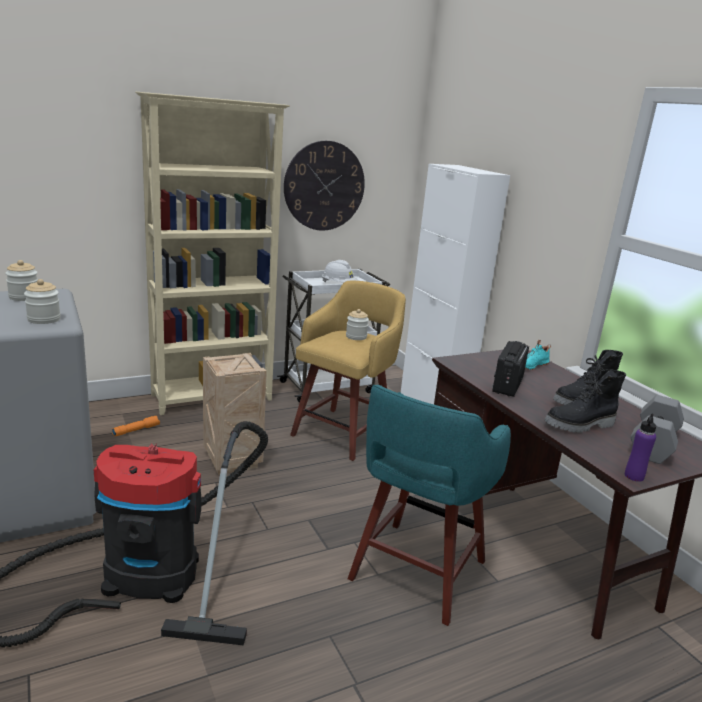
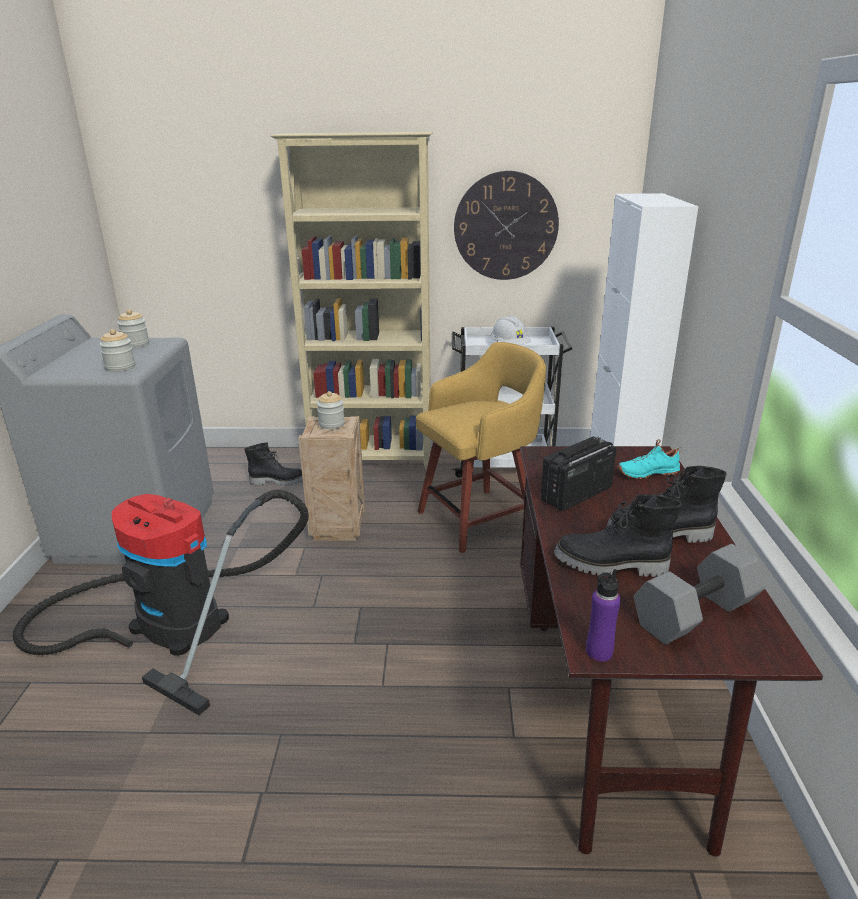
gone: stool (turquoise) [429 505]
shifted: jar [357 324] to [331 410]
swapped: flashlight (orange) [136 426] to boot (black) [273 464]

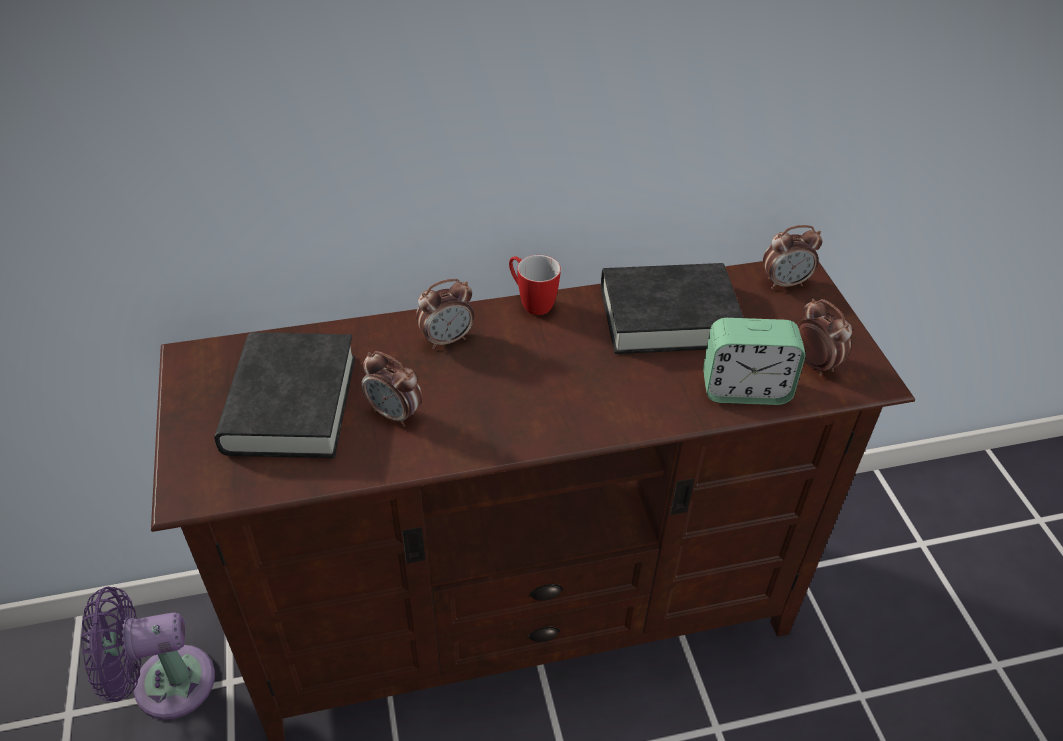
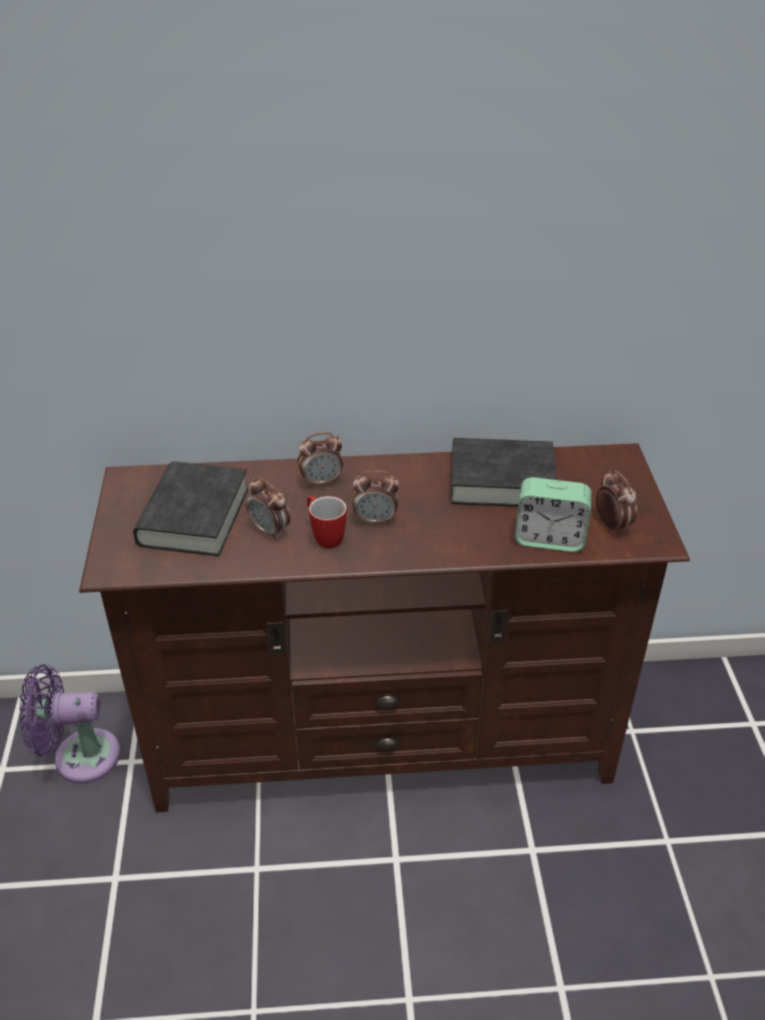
shifted: alarm clock [793 257] to [375 497]; mug [535 285] to [327 522]

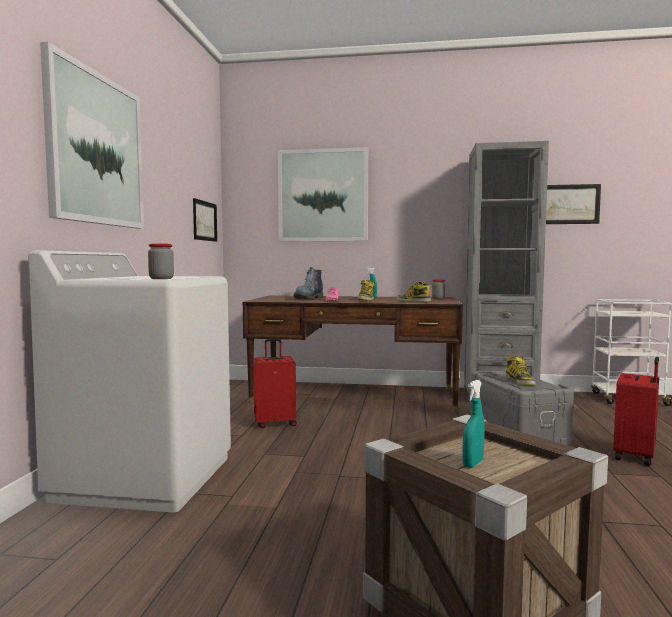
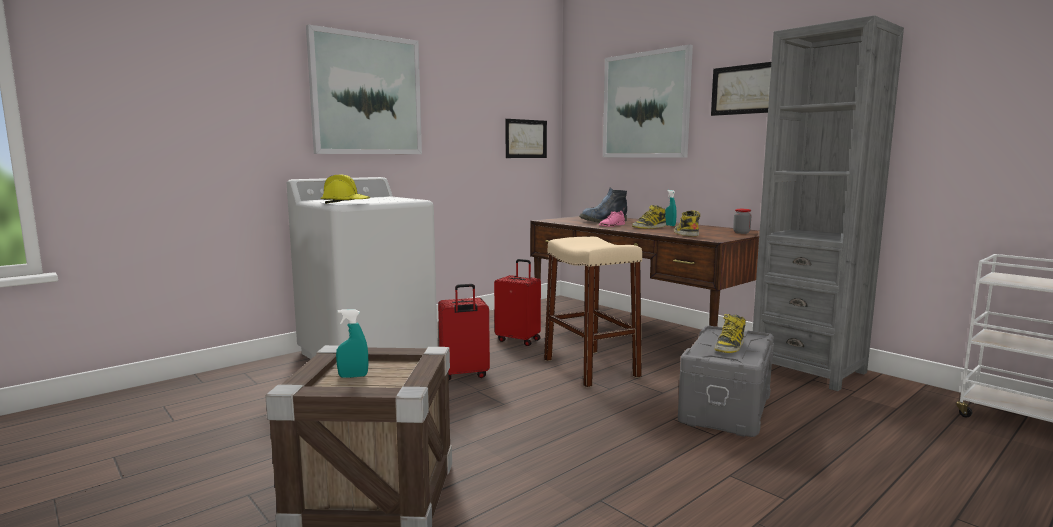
new: stool (beige) [593 312]
shifted: picture [573 204] to [741 89]; suitcase (red) [636 411] to [464 332]
swapped: jar [161 261] to hard hat (yellow) [345 189]

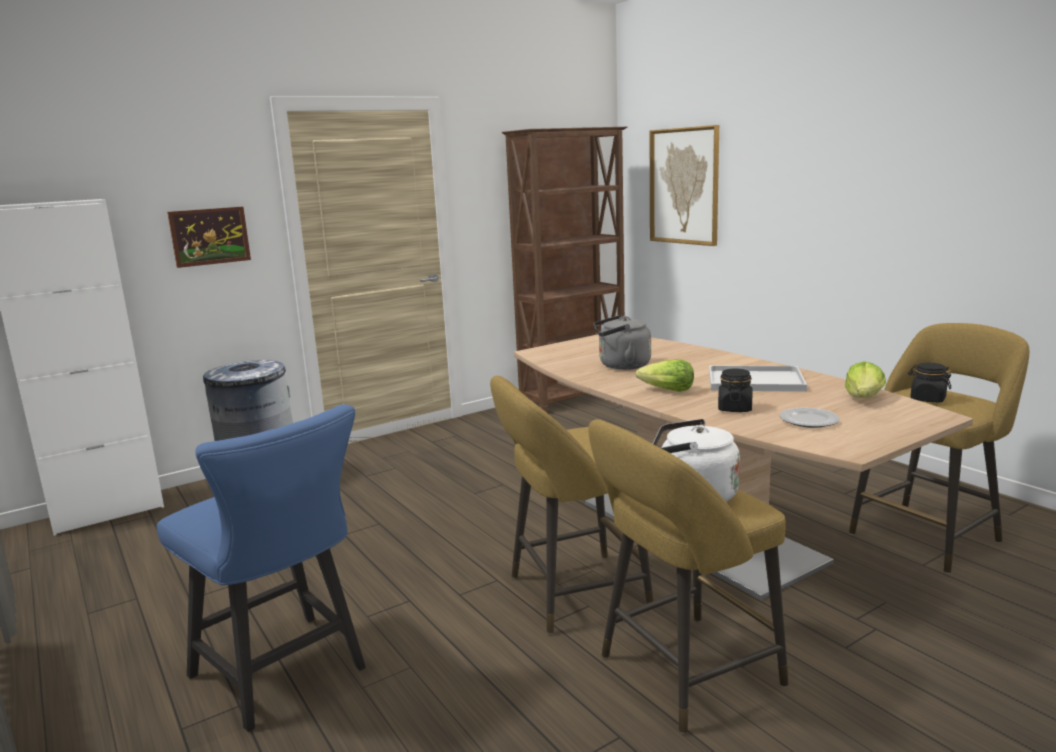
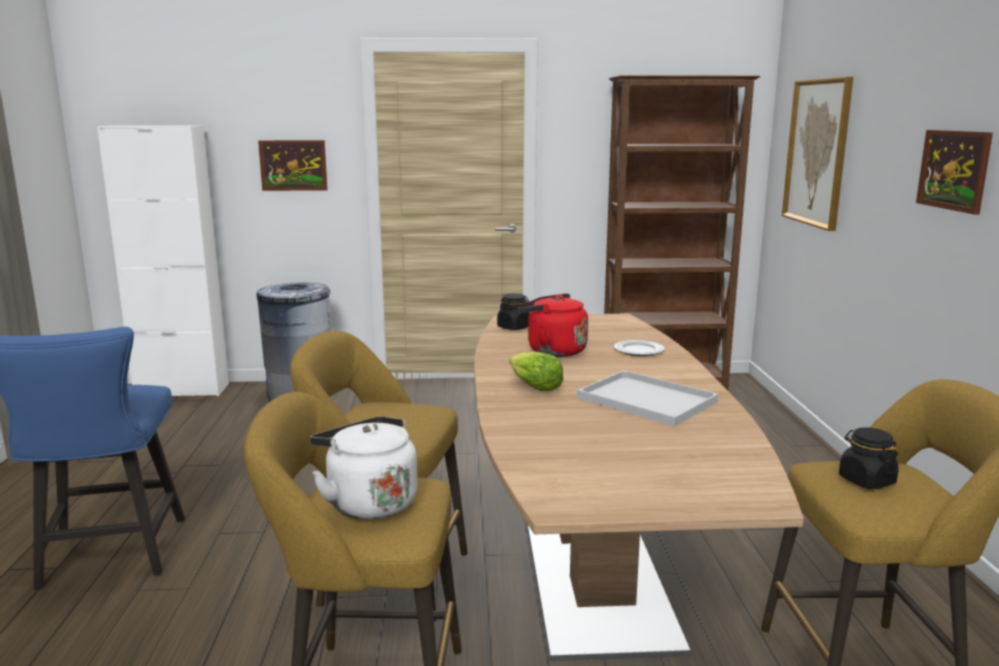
gone: lettuce [865 379]
new: picture [954 172]
shifted: jar (black) [735 390] to [513 312]; plate [810 418] to [639 348]
repainted: kettle (grey) [622 342] to kettle (red) [553 325]

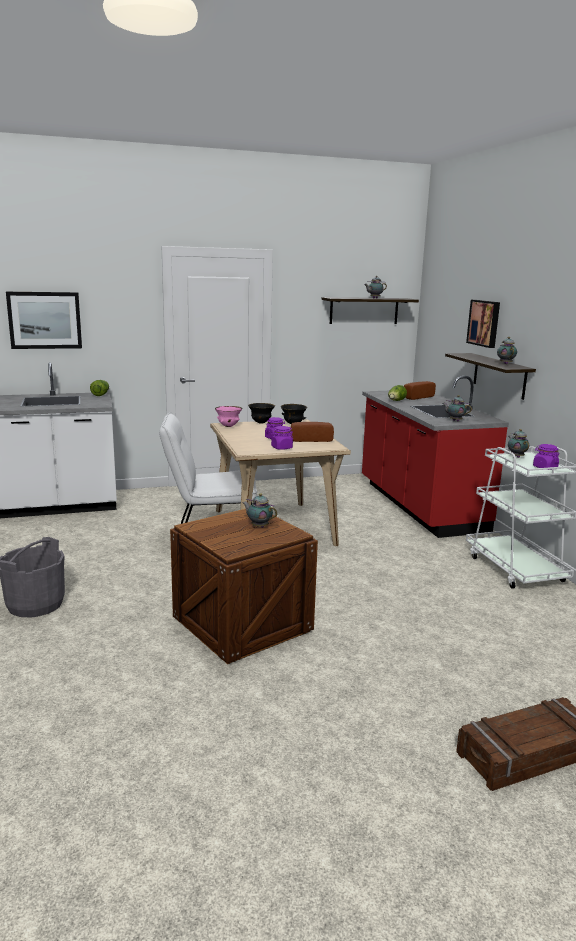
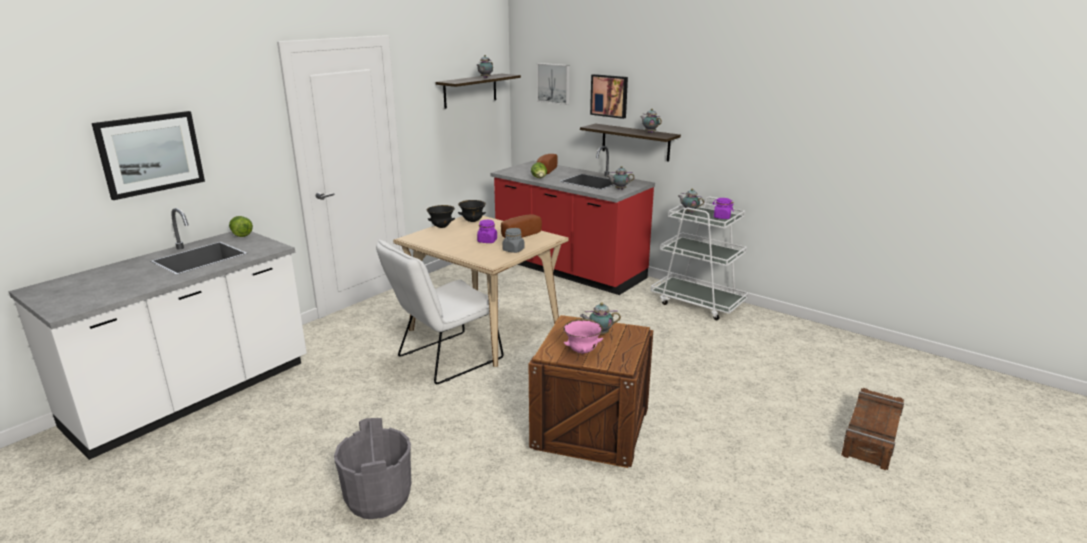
new: picture [553 84]
shifted: bowl (pink) [229 416] to [583 336]
repainted: jar (purple) [282 438] to jar (grey) [513 240]

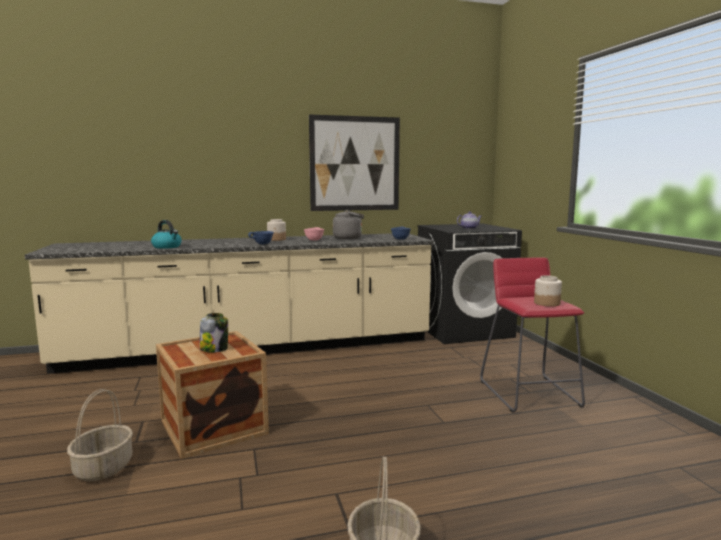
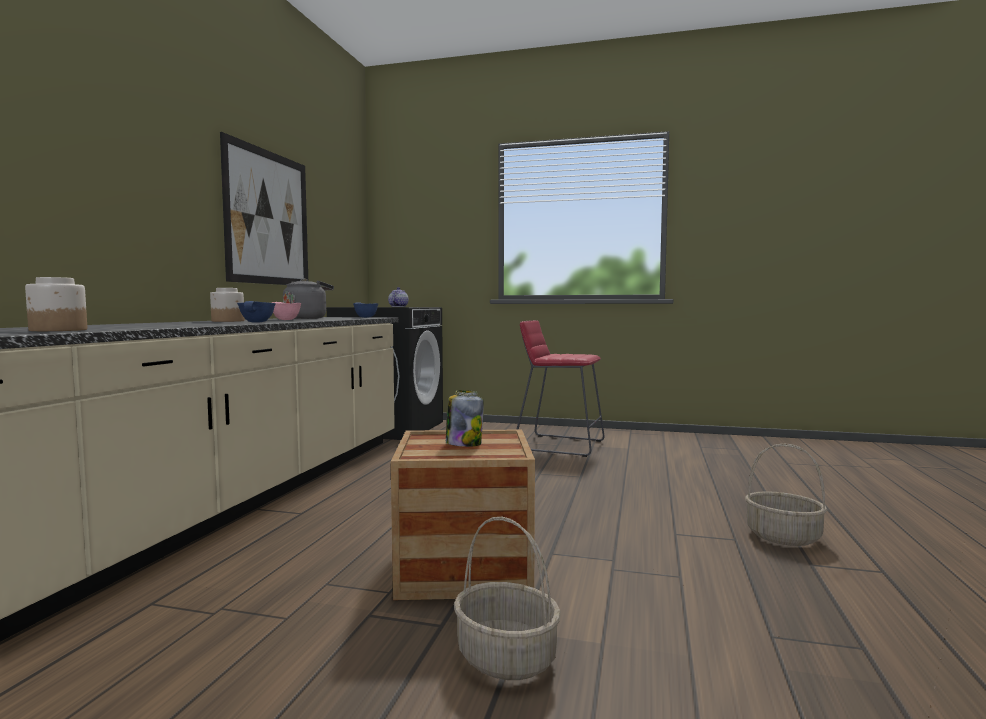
gone: kettle [166 234]
shifted: jar [548 291] to [56 304]

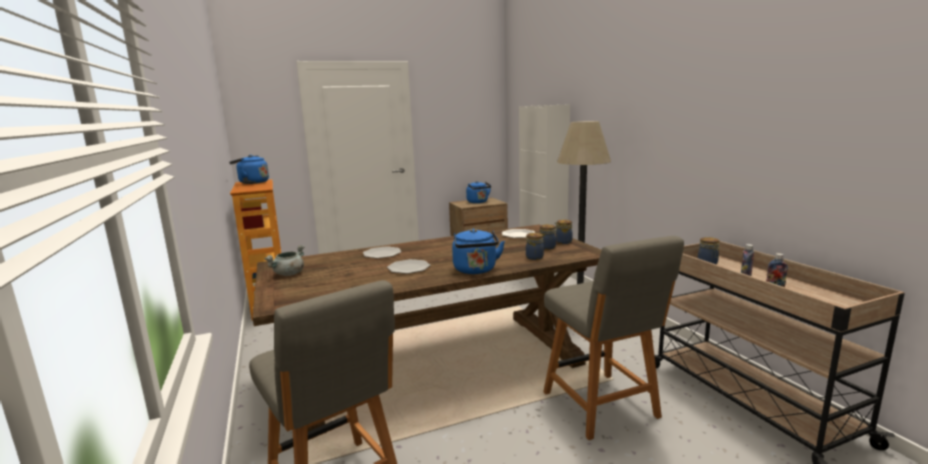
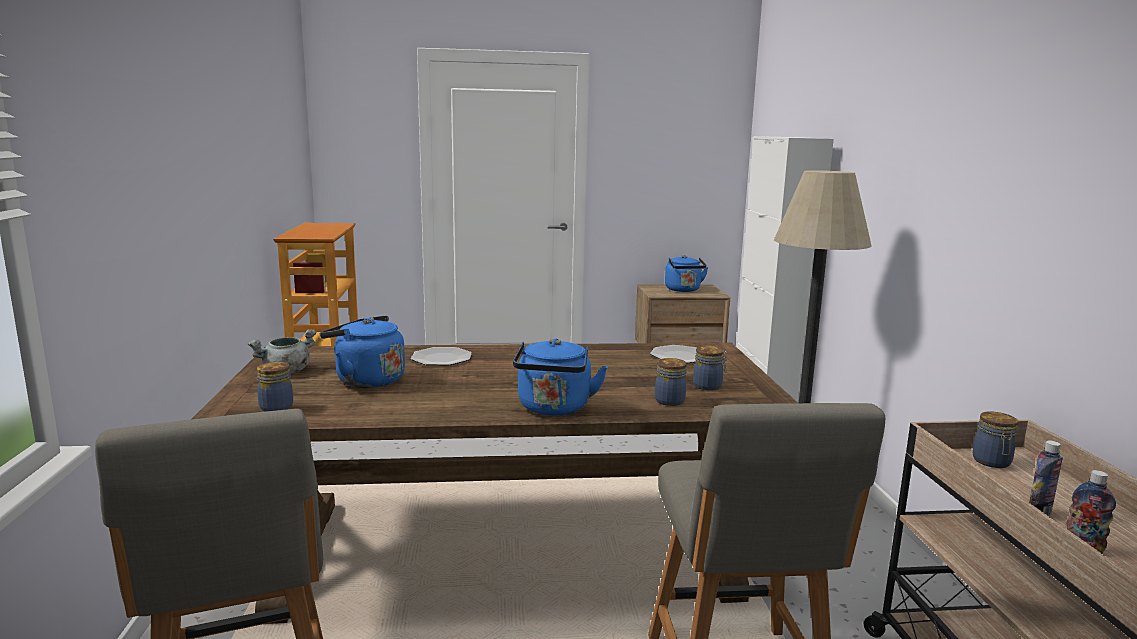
gone: plate [408 266]
shifted: kettle (blue) [249 169] to [362 352]; jar [564 232] to [275 387]

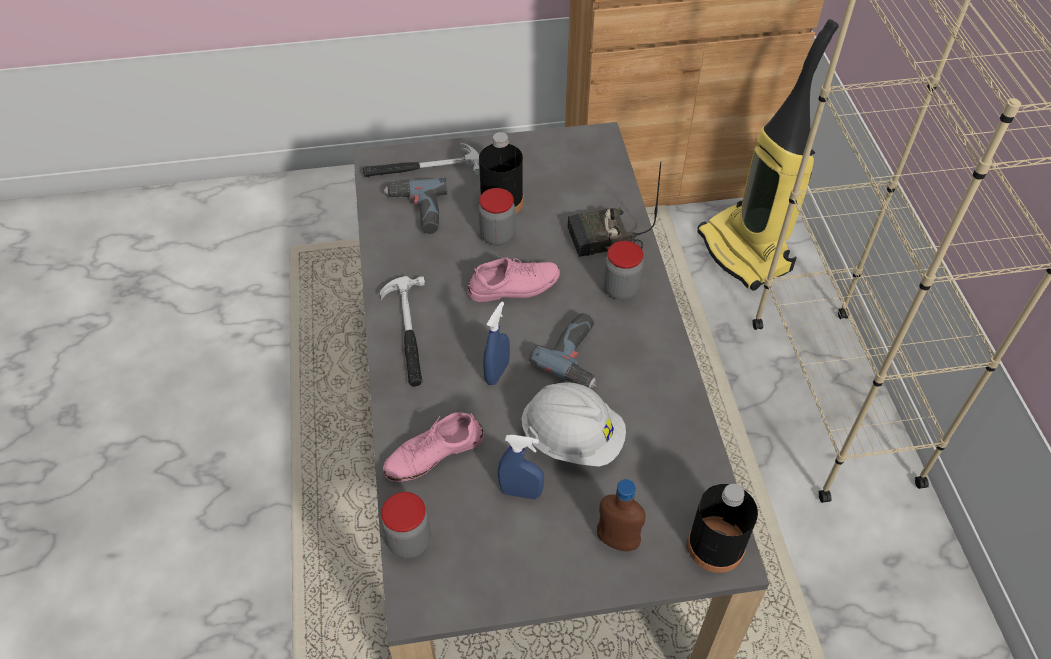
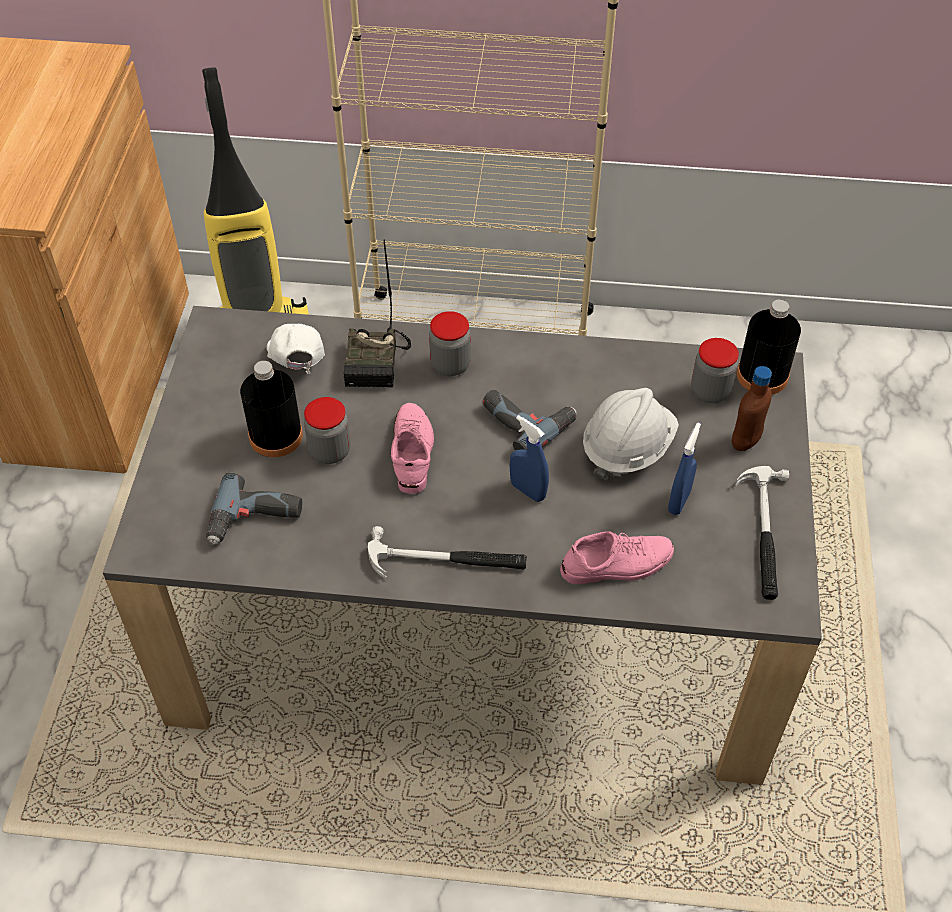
new: cap (white) [296 349]
shifted: hammer [421 160] to [762 533]; jar [406 525] to [715 370]
rotated: shoe (pink) [433 447] = [617 557] 90 degrees counterclockwise

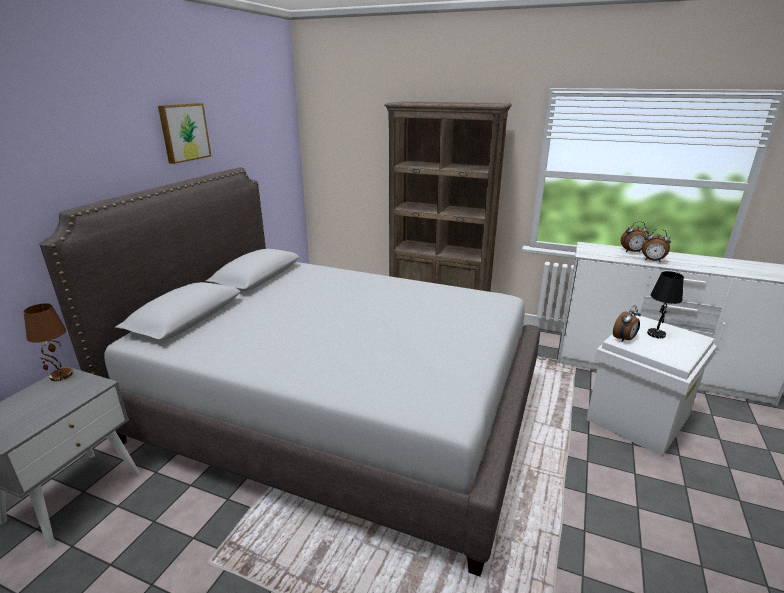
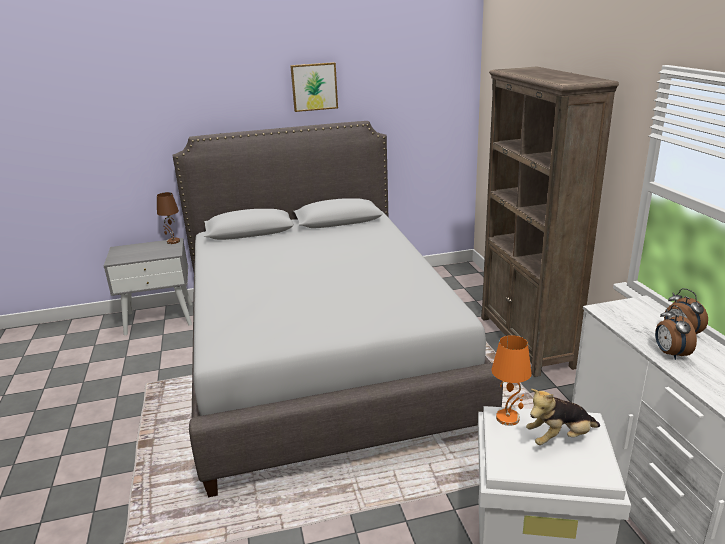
swapped: table lamp (black) [665 305] to plush toy [563 417]; alarm clock [627 323] to table lamp (orange) [511 380]

